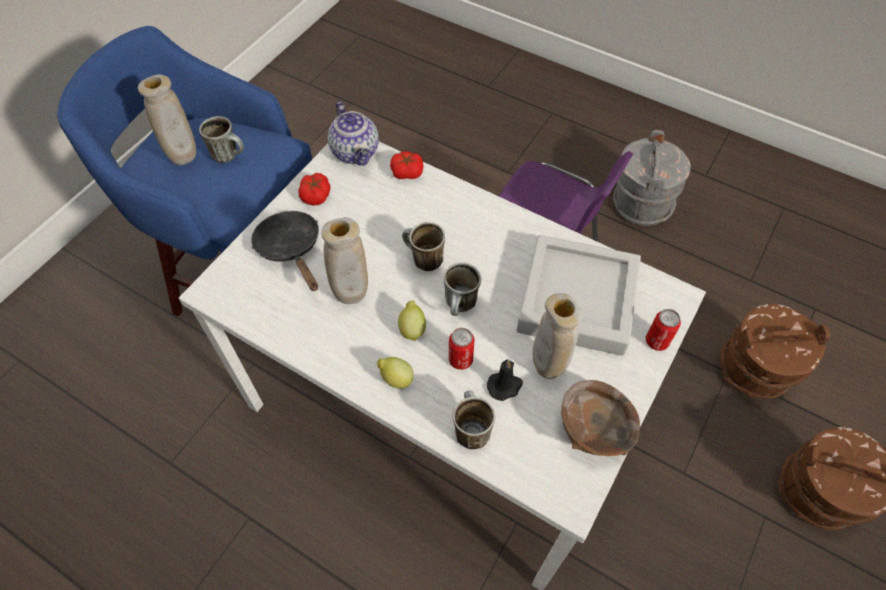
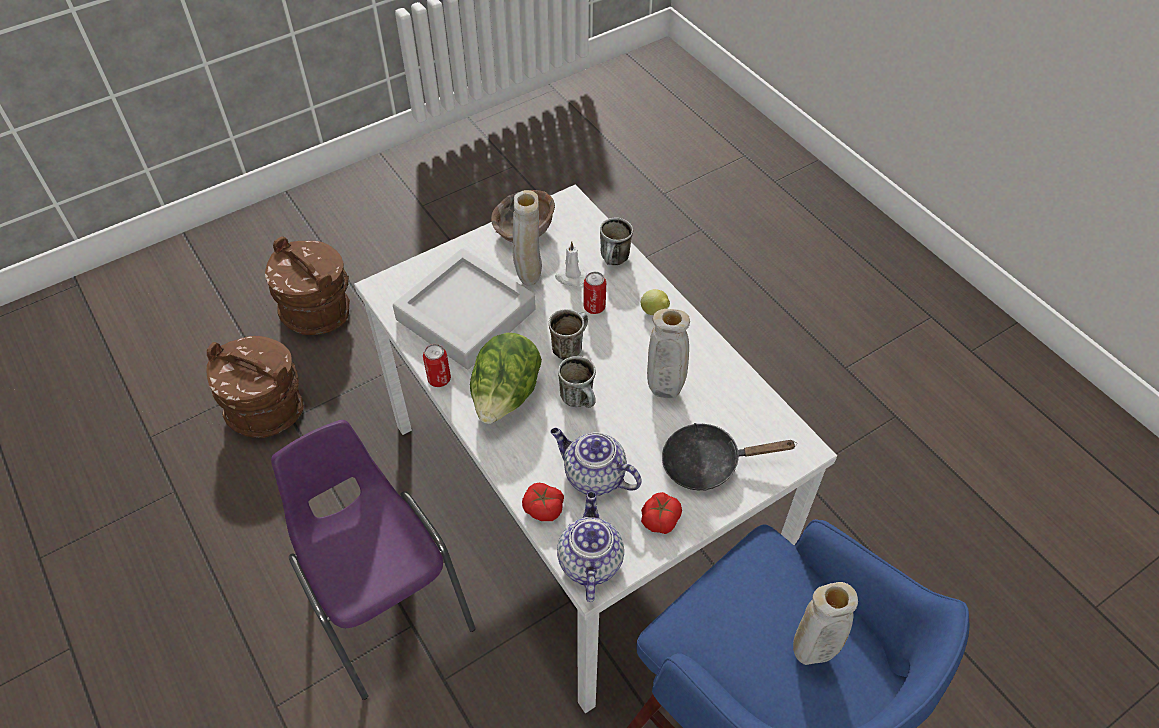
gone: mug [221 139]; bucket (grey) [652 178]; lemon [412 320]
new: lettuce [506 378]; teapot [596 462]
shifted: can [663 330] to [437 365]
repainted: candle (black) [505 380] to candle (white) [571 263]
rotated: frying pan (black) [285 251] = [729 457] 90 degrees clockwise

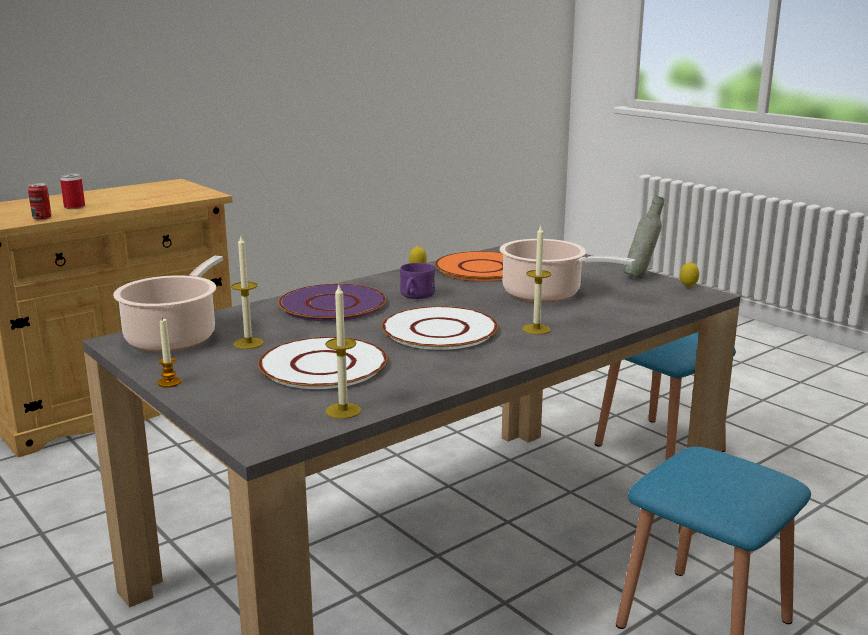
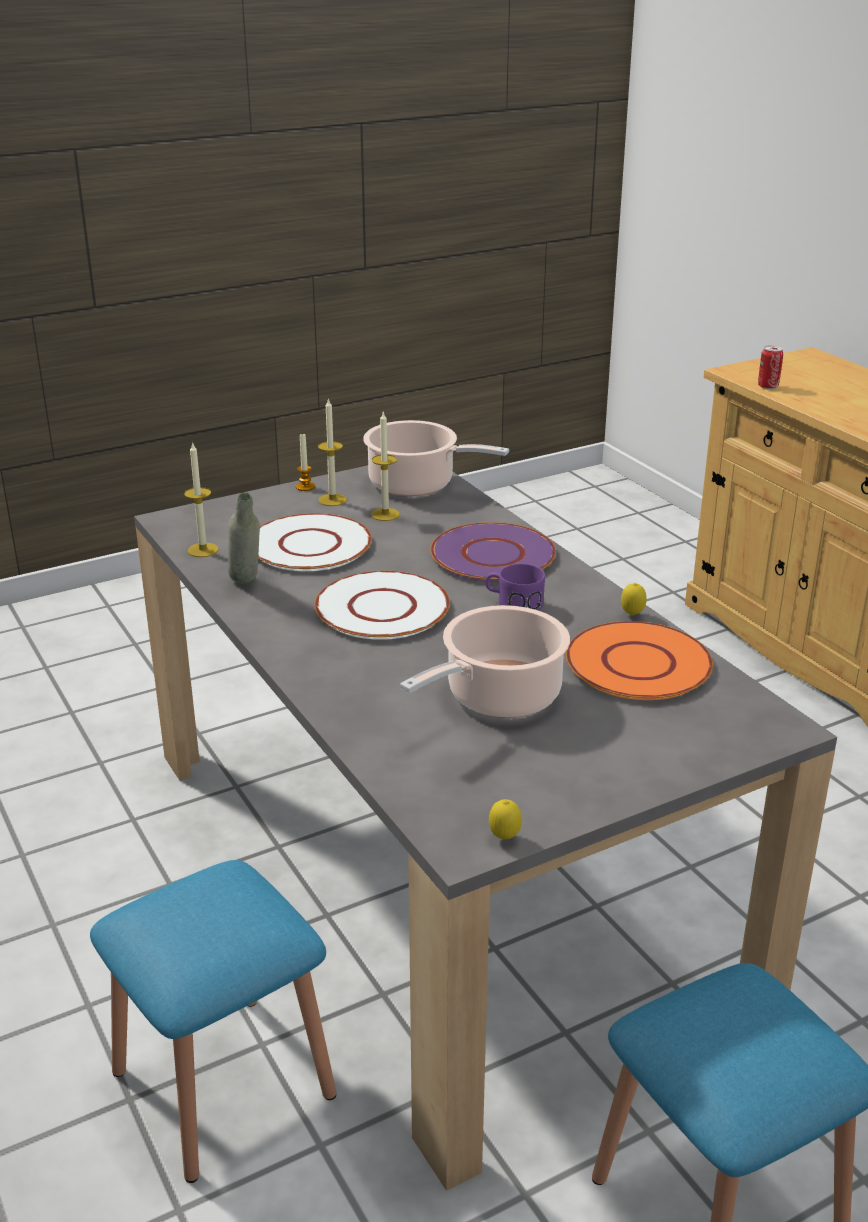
gone: can [72 191]
shifted: bottle (grey) [644 237] to [244 538]; candle [536 280] to [332 452]

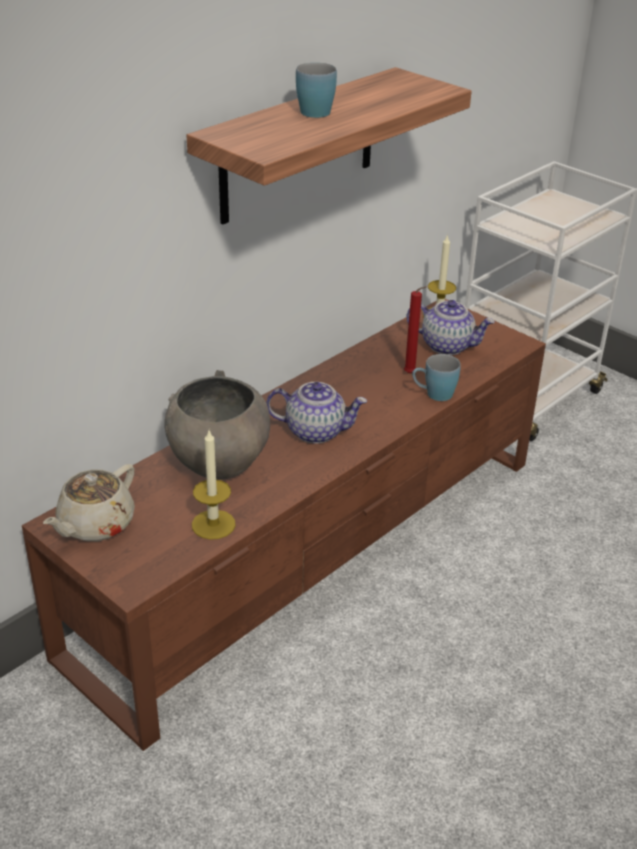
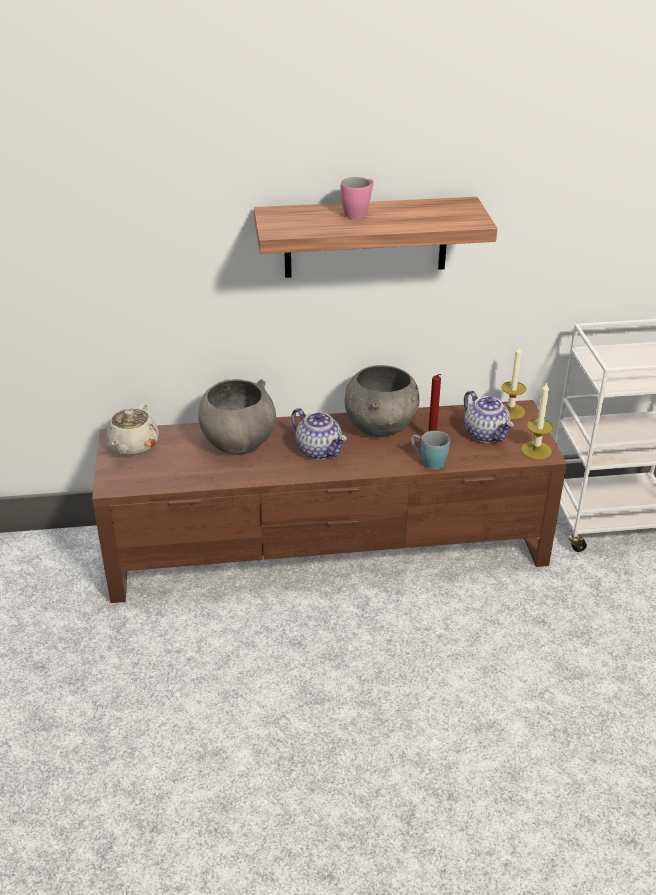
new: bowl (grey) [382 401]
shifted: candle [213 485] to [537 421]
repainted: mug (blue) [316 90] to mug (pink) [357 198]
rotated: teapot (beige) [89 502] = [132 429] 60 degrees counterclockwise

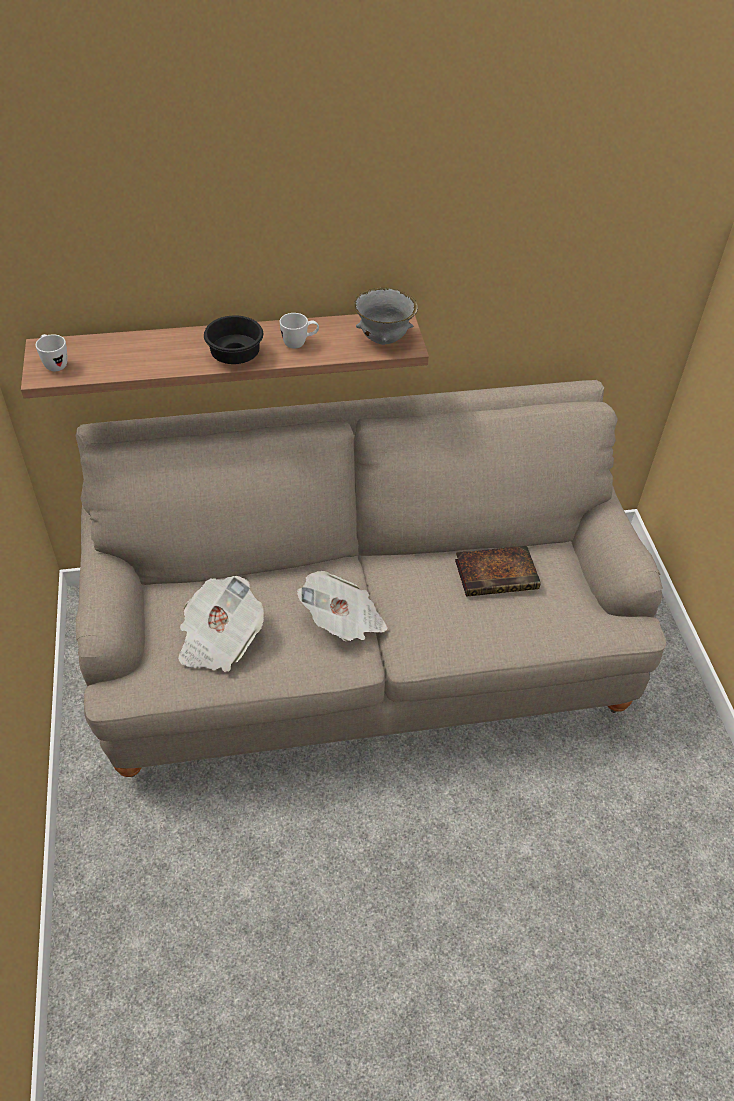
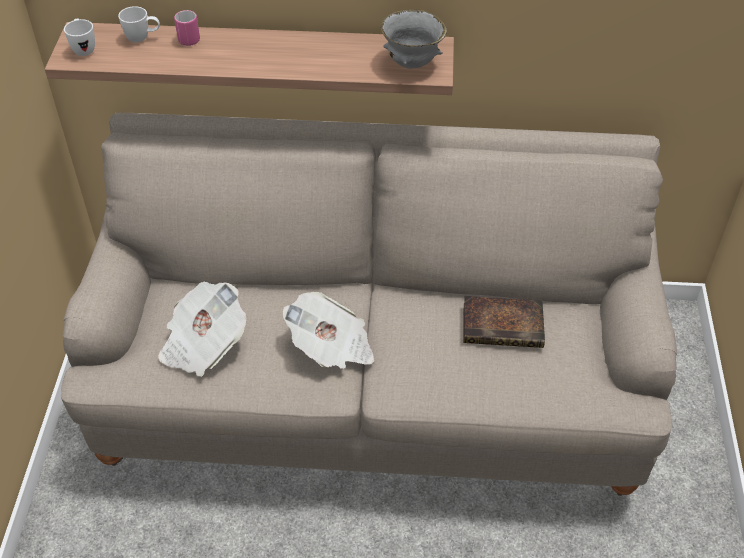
gone: bowl (black) [233 339]
new: mug (pink) [187 28]
shifted: mug (white) [299 331] to [139 24]

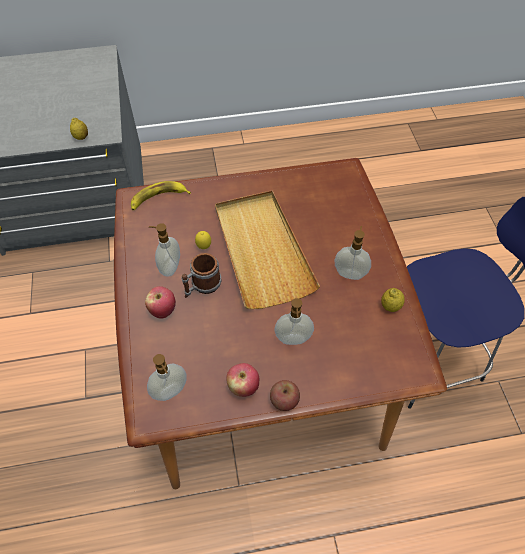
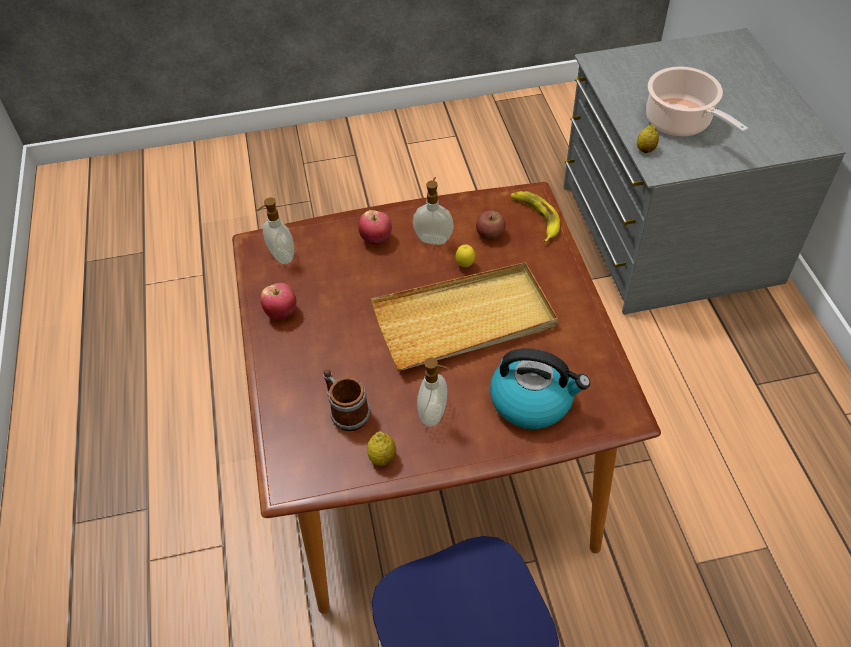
gone: soap dispenser [294 321]
new: cooking pot [697 101]; kettle [540 388]
shifted: mug [201 275] to [346 400]; apple [285 395] to [491 225]

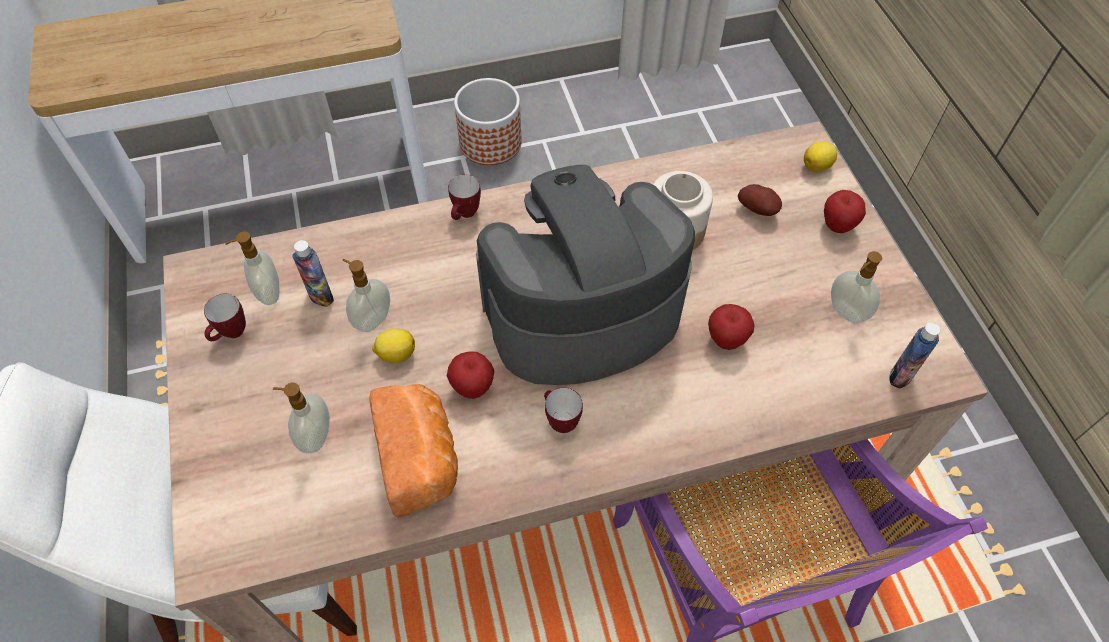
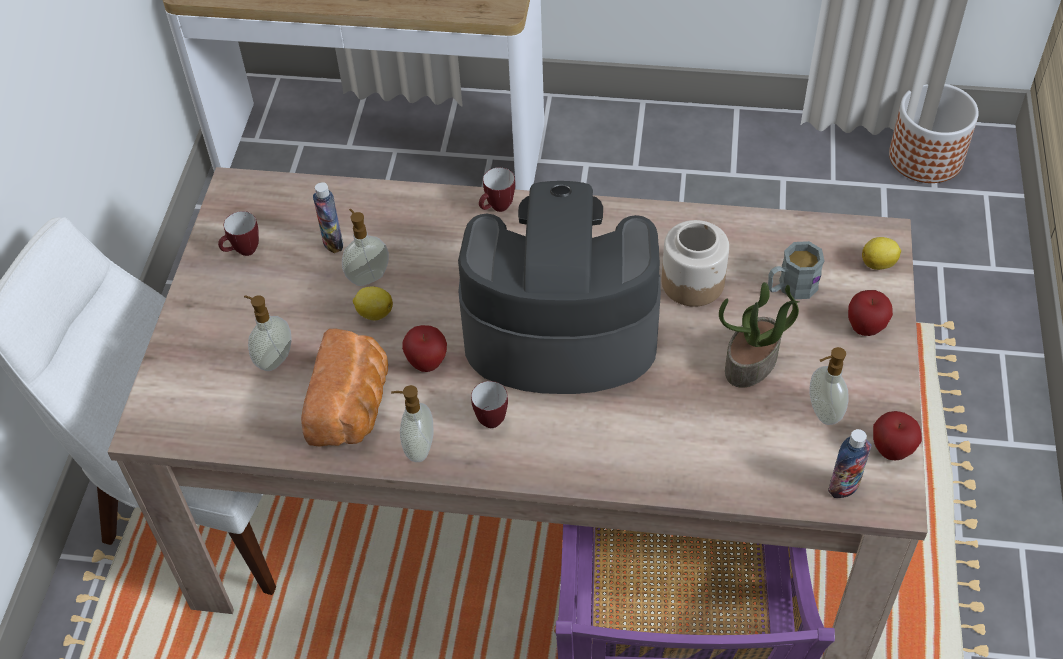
new: potted plant [759 335]
shifted: planter [488 121] to [934 133]; soap dispenser [252 268] to [412 423]; apple [731 327] to [897 436]
swapped: potato [760 200] to mug (grey) [796 270]

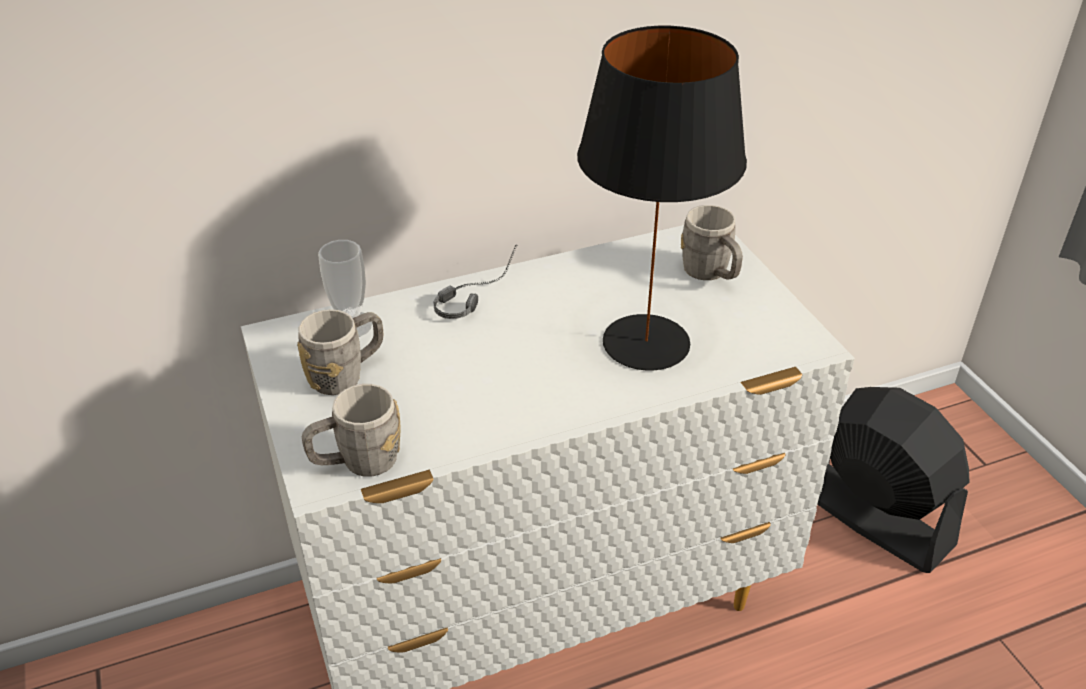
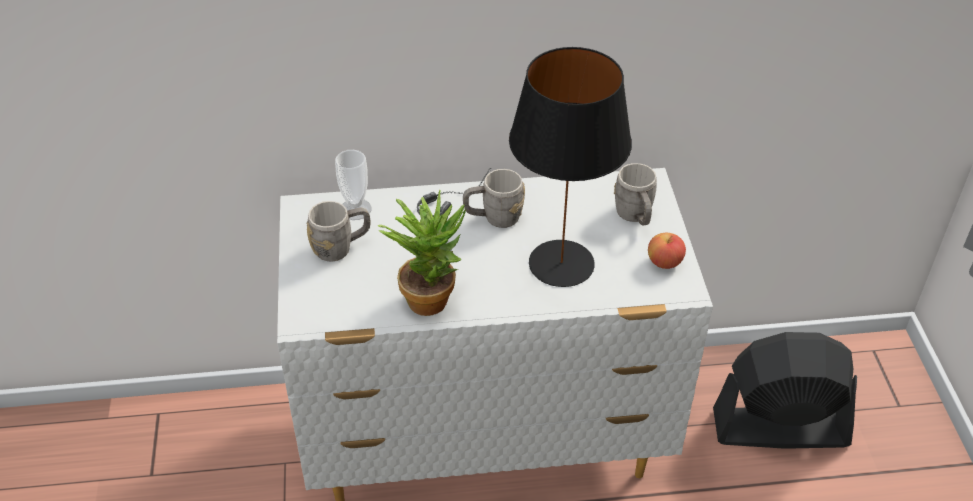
new: potted plant [422 252]; apple [667 251]
shifted: mug (grey) [351 430] to [494 198]
rotated: fan (black) [893 480] = [785 390] 60 degrees counterclockwise

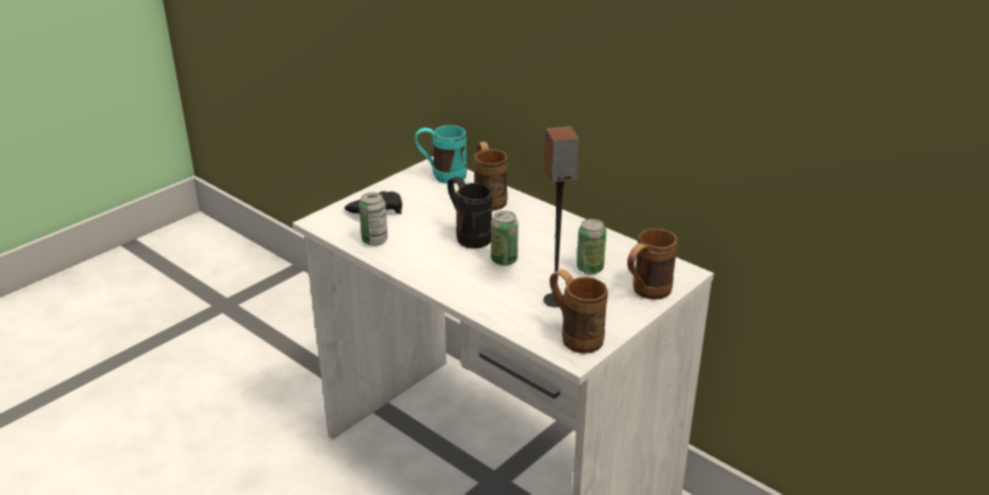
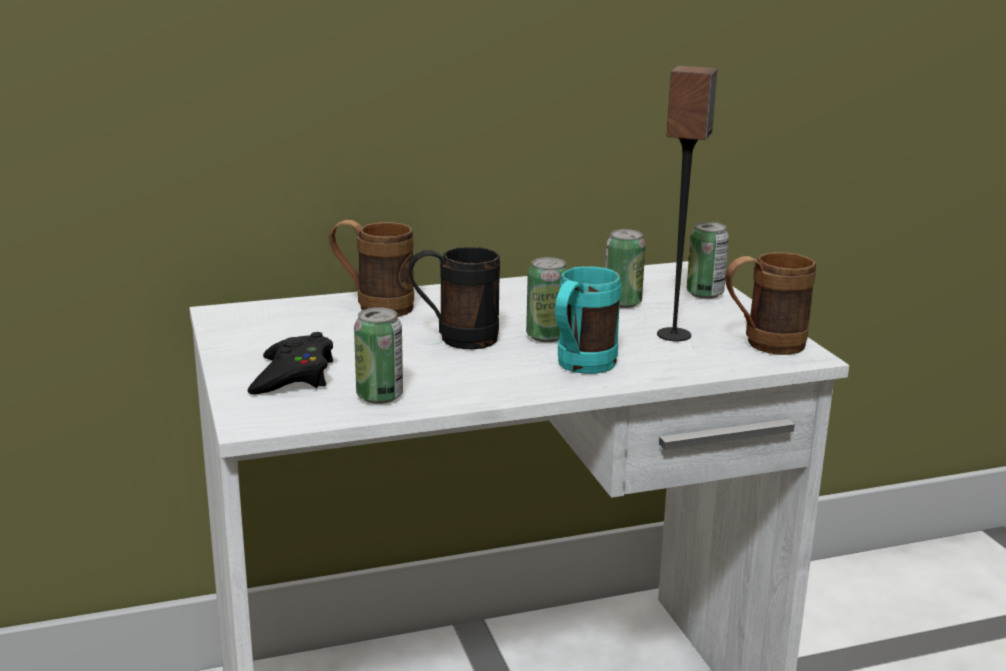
shifted: mug (turquoise) [441 154] to [588 320]
swapped: mug (brown) [652 264] to can [708 260]

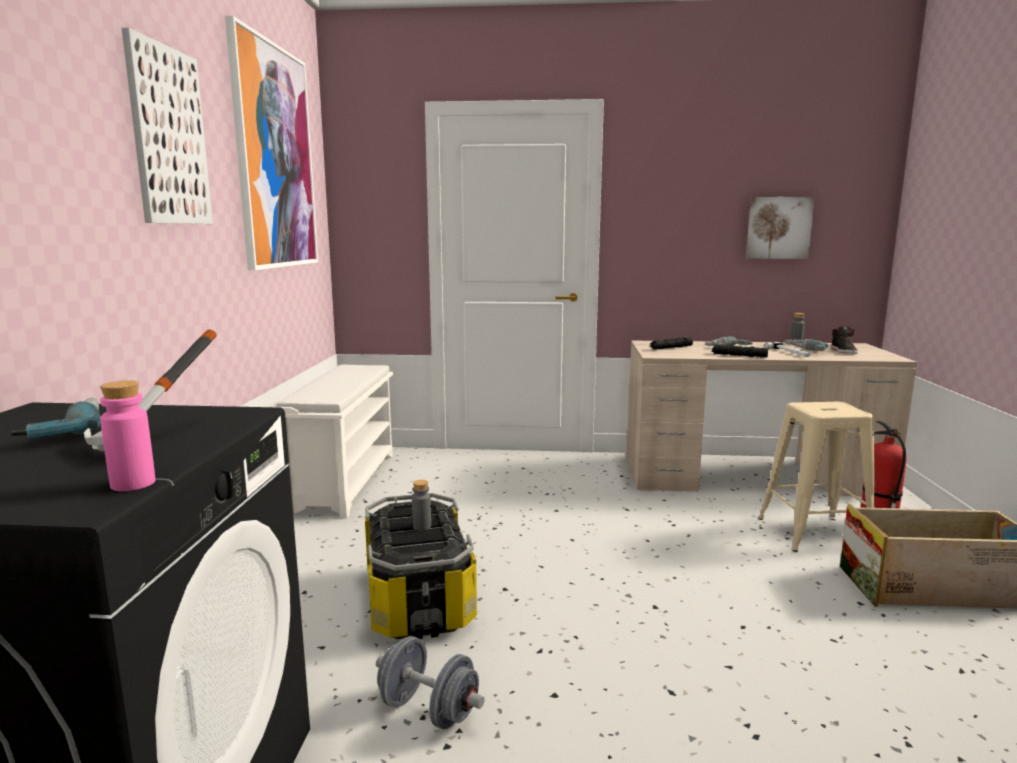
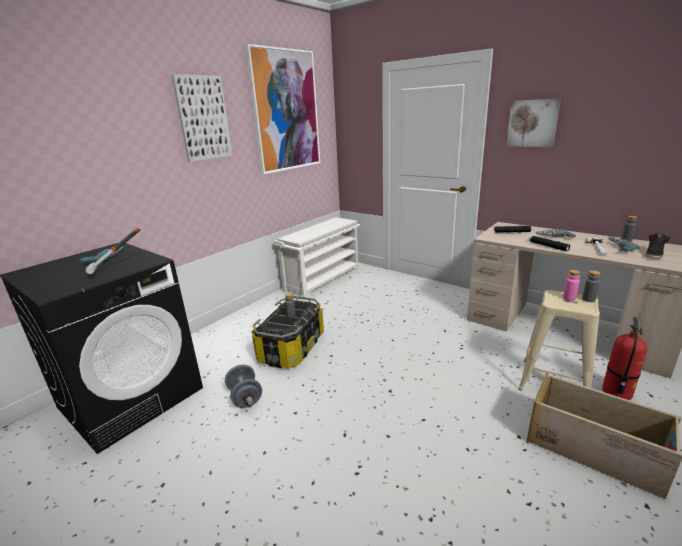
new: bottle (grey) [591 286]
shifted: picture [780 228] to [533 122]; bottle (pink) [127 435] to [571 285]

